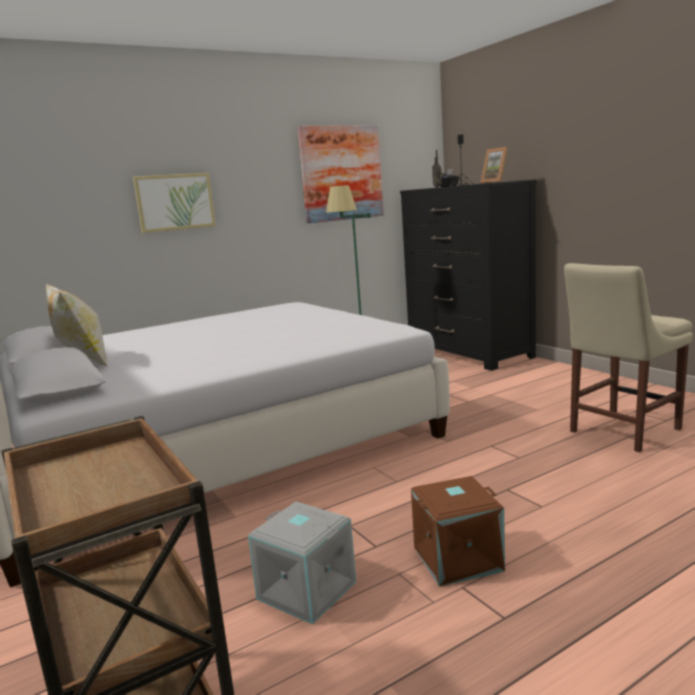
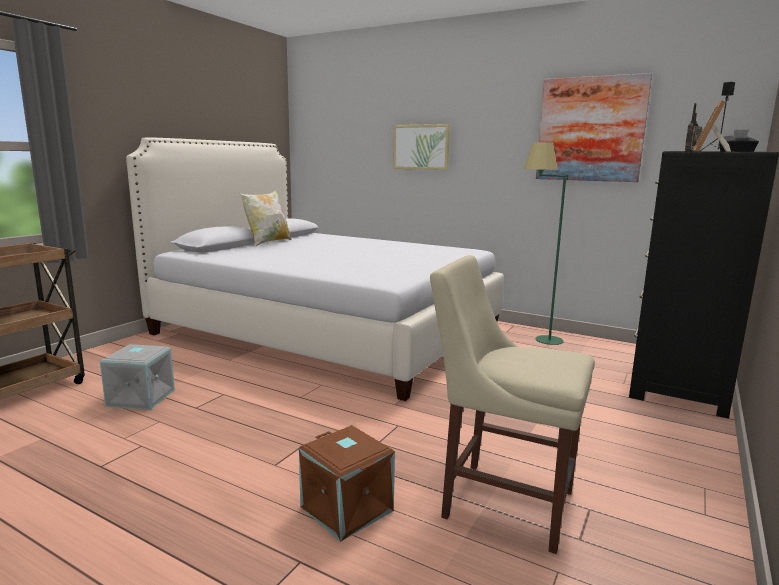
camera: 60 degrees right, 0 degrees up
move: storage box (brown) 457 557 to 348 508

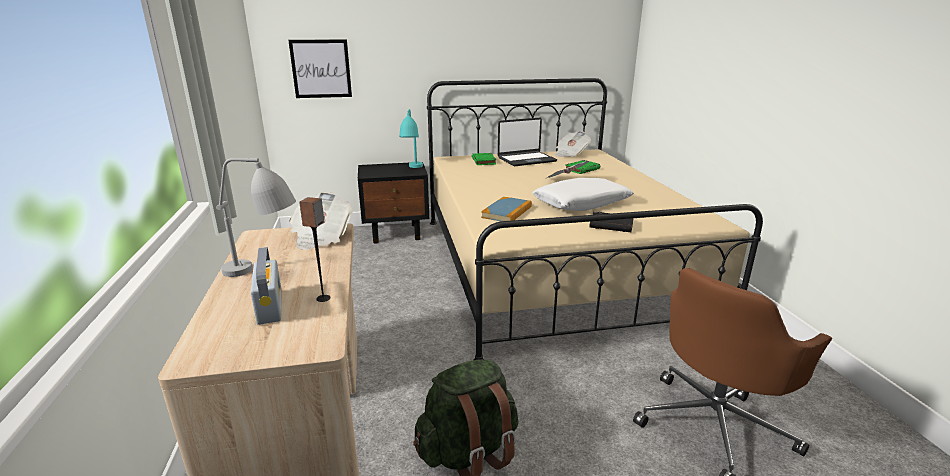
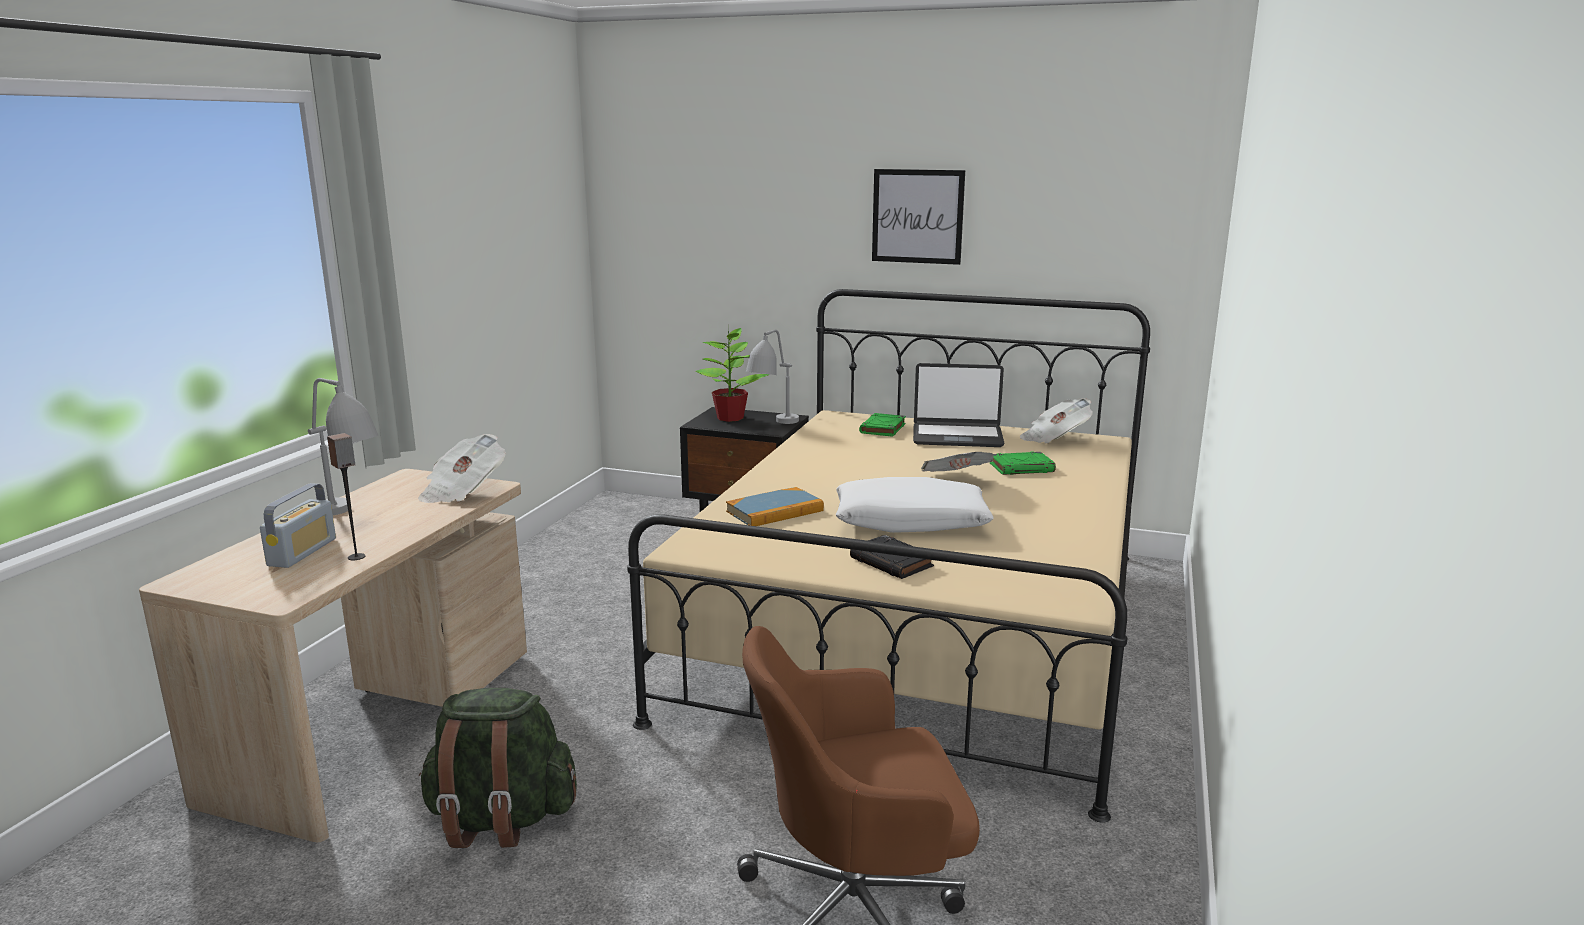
camera: 30 degrees right, 5 degrees down
insert: potted plant 730 417
move: picture 321 69 to 917 216
recolor: table lamp (turquoise) 413 170 to table lamp (grey) 772 426

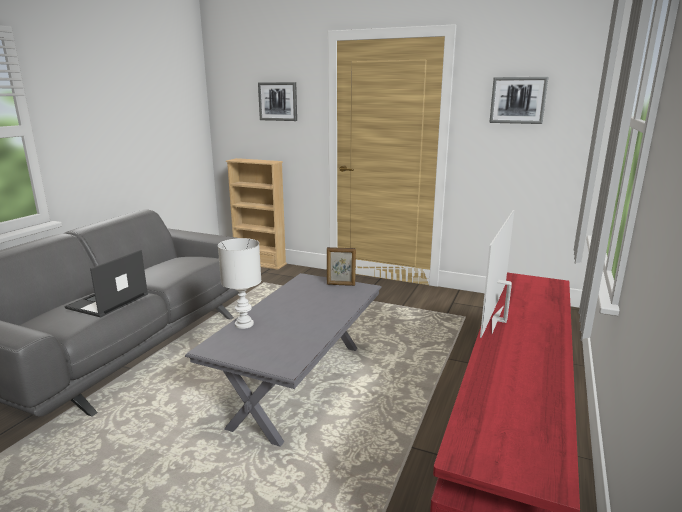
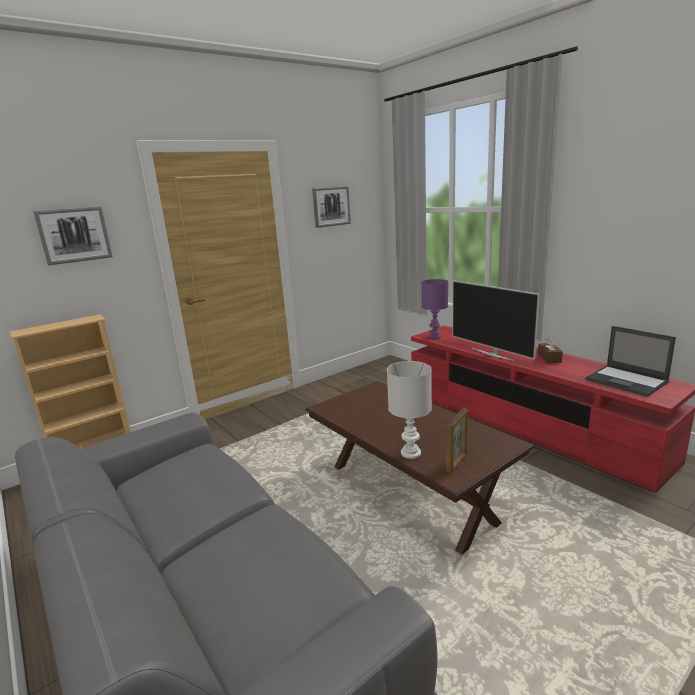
camera: 60 degrees left, 0 degrees up
insert: table lamp (purple) 434 336; tissue box (brown) 549 358
move: picture frame 341 284 to 457 463; laptop 107 301 to 627 381
recolor: coffee table (grey) 299 384 to coffee table (brown) 408 493

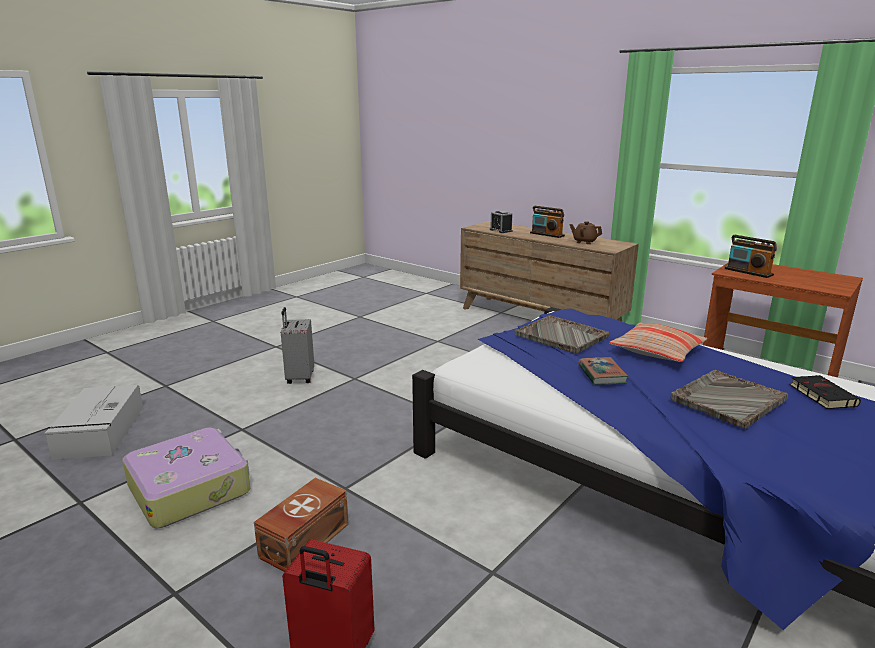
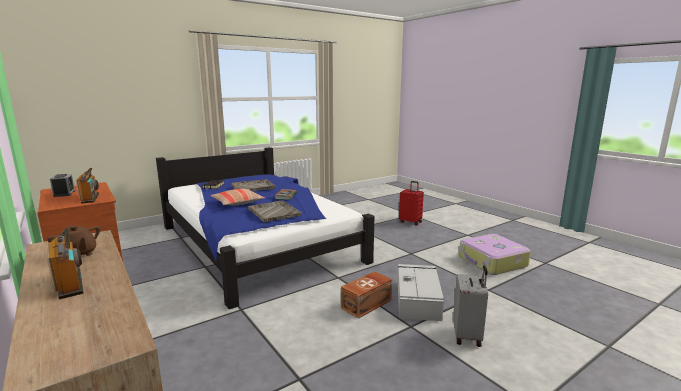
camera: 165 degrees left, 5 degrees down
move: alarm clock 501 230 to 64 194; storage box (grey) 100 432 to 417 299; storage box (brown) 303 540 to 367 304

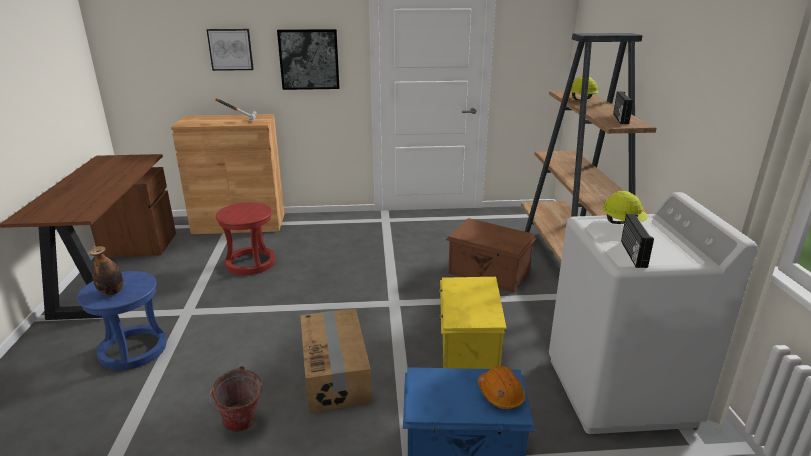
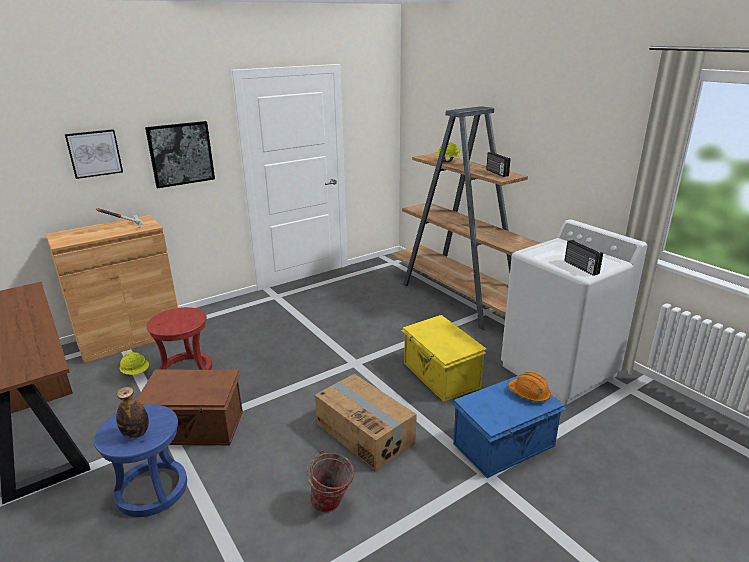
camera: 30 degrees left, 0 degrees up
move: hard hat (yellow) 622 224 to 136 373; storage box (brown) 489 274 to 196 428

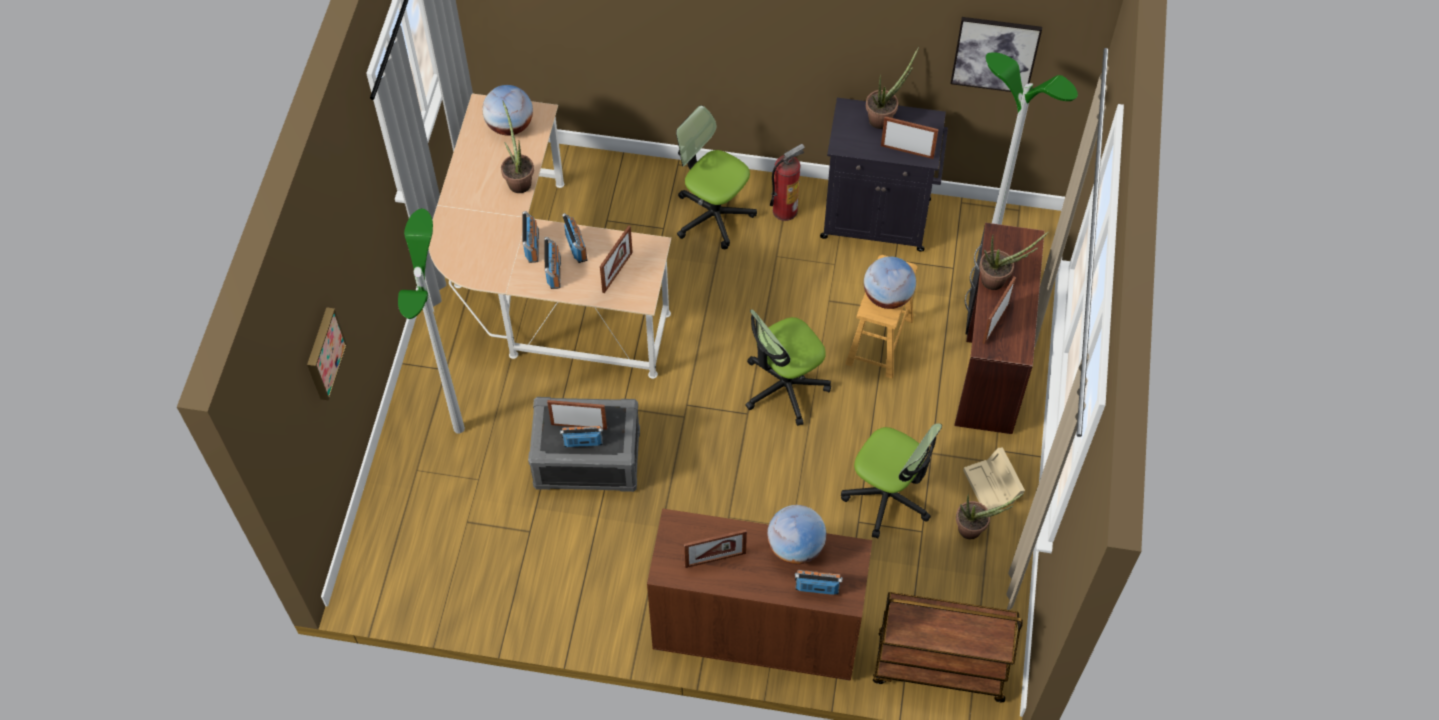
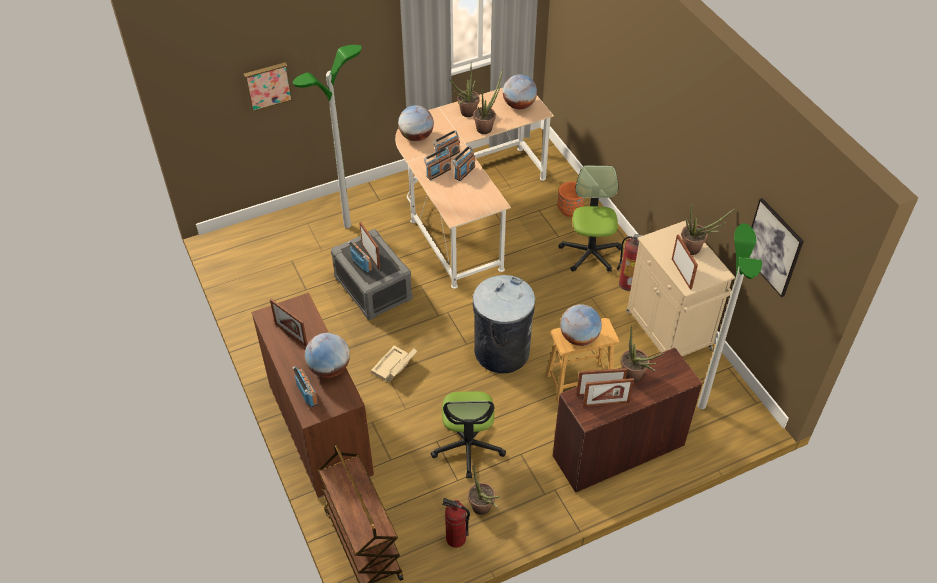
camera: 55 degrees right, 10 degrees down
insert: potted plant 465 114; globe 416 137; planter (orange) 570 210; fire extinguisher 455 539
move: picture frame 617 272 to 606 404; storage box (beige) 993 486 to 394 368
replace: office chair 784 387 to trash can (grey) 501 351
recolor: cabinet (black) 878 219 to cabinet (beige) 669 332

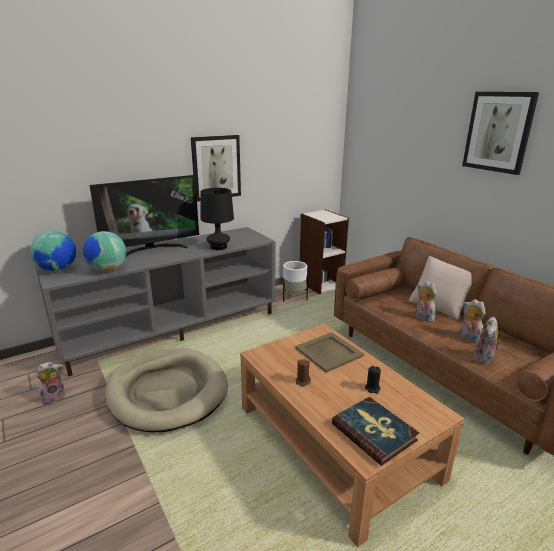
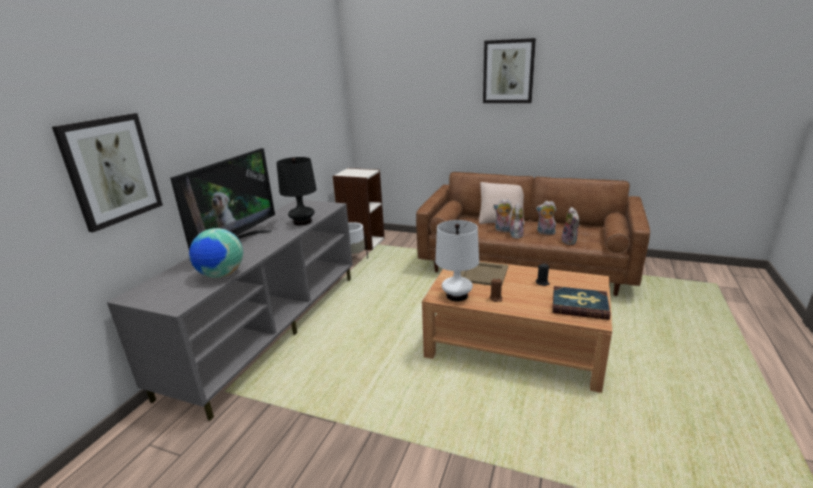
camera: 35 degrees left, 0 degrees up
delete: globe 58 269; dog bed (beige) 167 392
insert: table lamp (white) 457 295
move: picture 216 167 to 111 170; plush toy 54 397 to 515 235

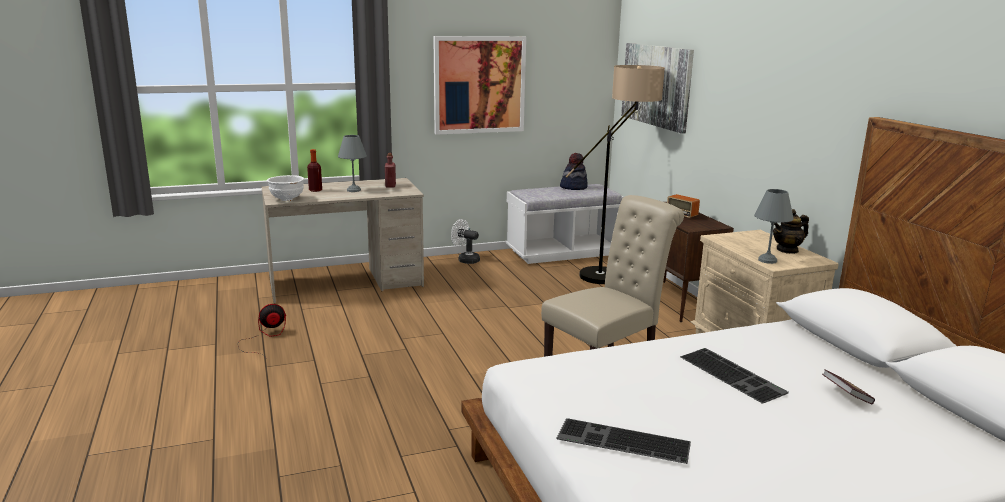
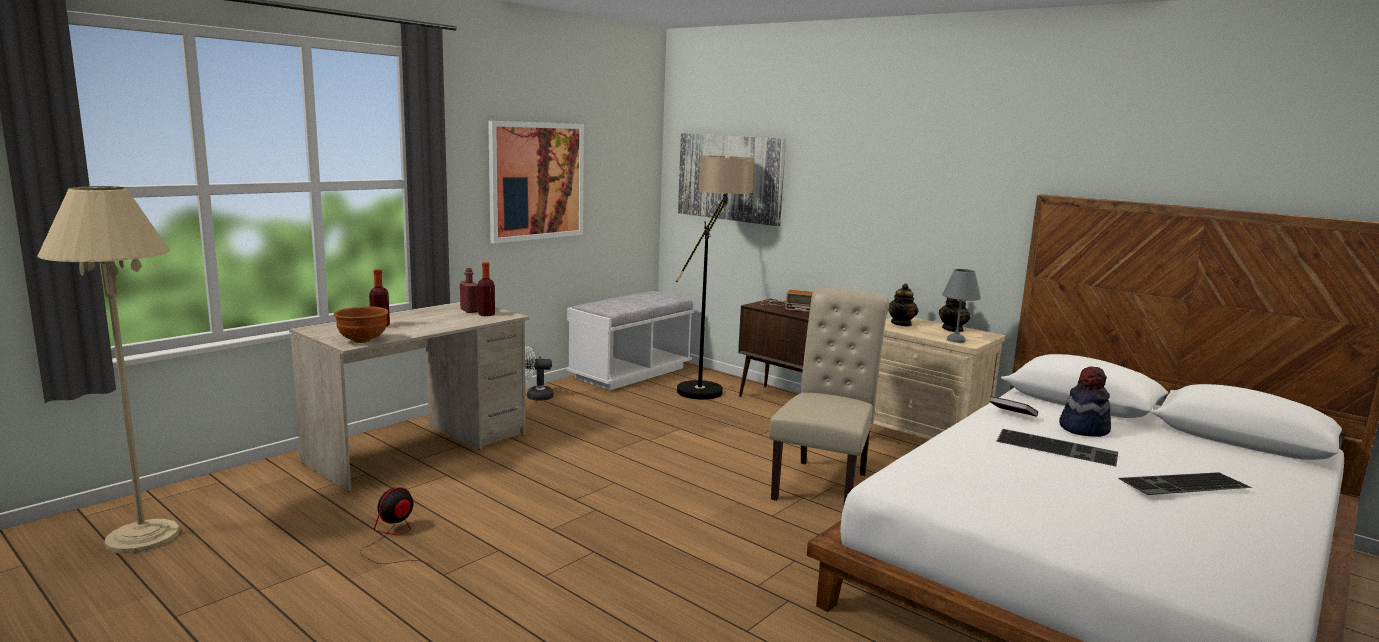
camera: 30 degrees left, 5 degrees down
delete: table lamp (grey) 353 190
insert: floor lamp (beige) 142 537; bottle 486 314; teapot 901 324
move: hat 573 187 to 1083 429; book 846 396 to 1012 415; keyboard 621 442 to 1185 485
recolor: bowl (white) 287 199 to bowl (brown) 362 340

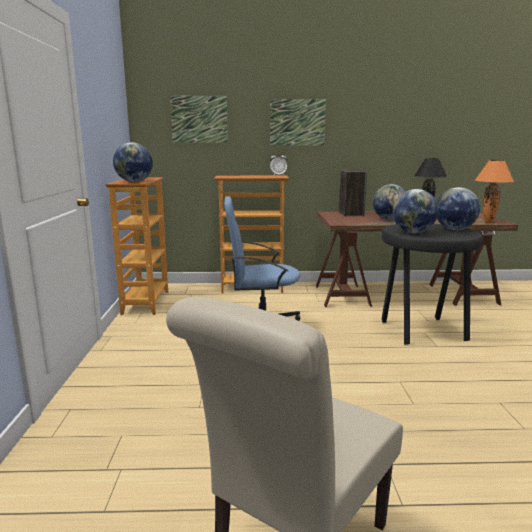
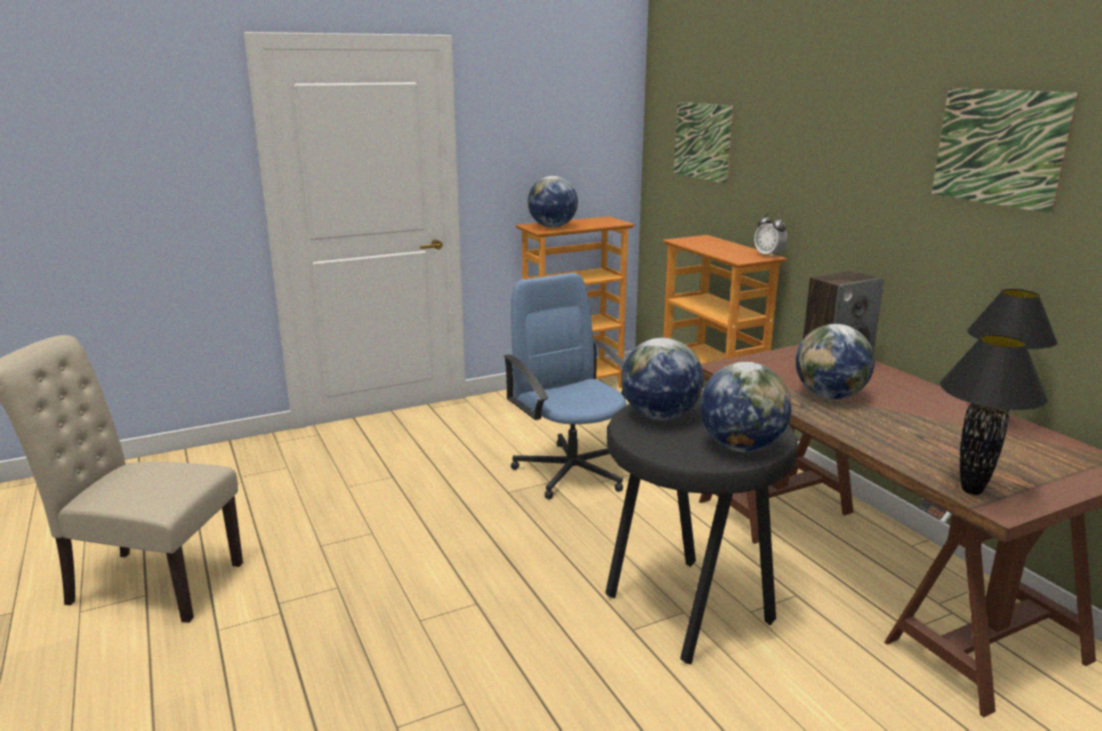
camera: 65 degrees right, 5 degrees up
move: picture 297 122 to 999 147
recolor: table lamp (orange) 488 222 to table lamp (black) 970 491

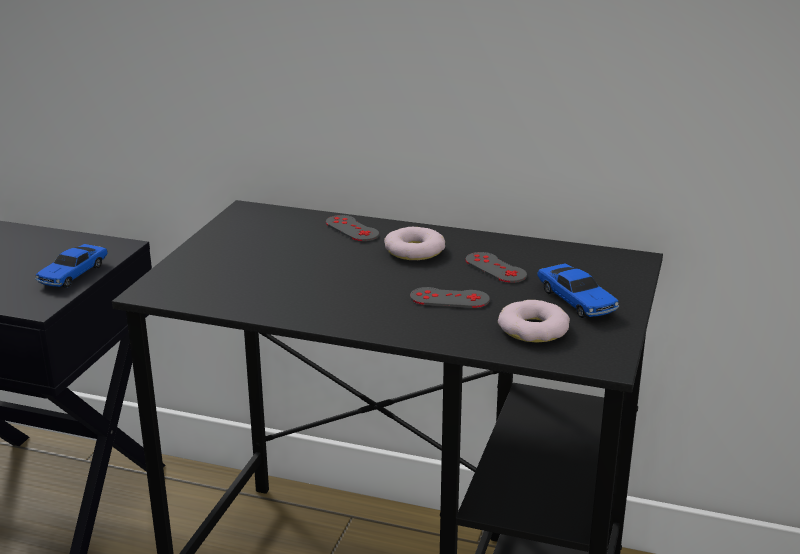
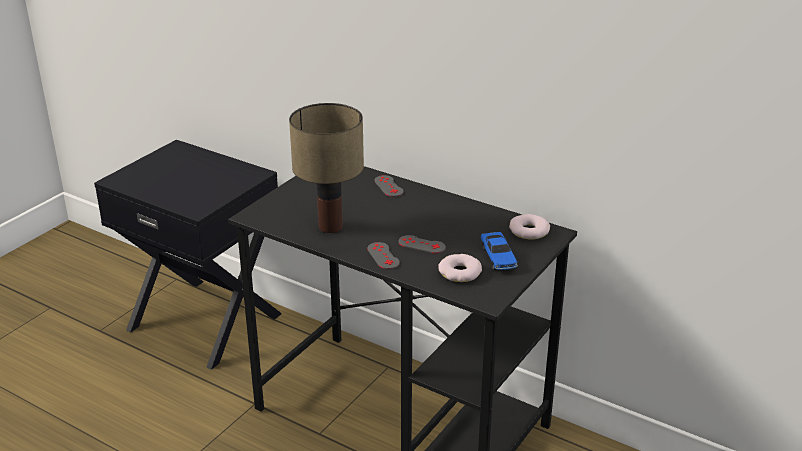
camera: 15 degrees right, 5 degrees up
delete: toy car 73 274
insert: table lamp 329 226
move: donut 414 250 to 528 231; game controller (grey) 495 268 to 383 256

